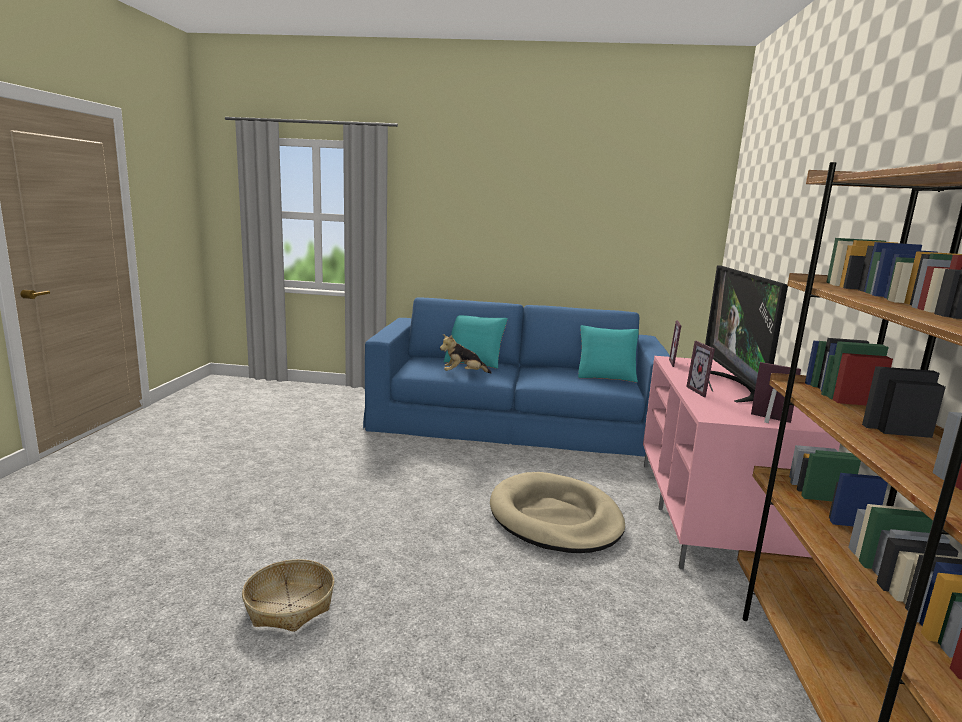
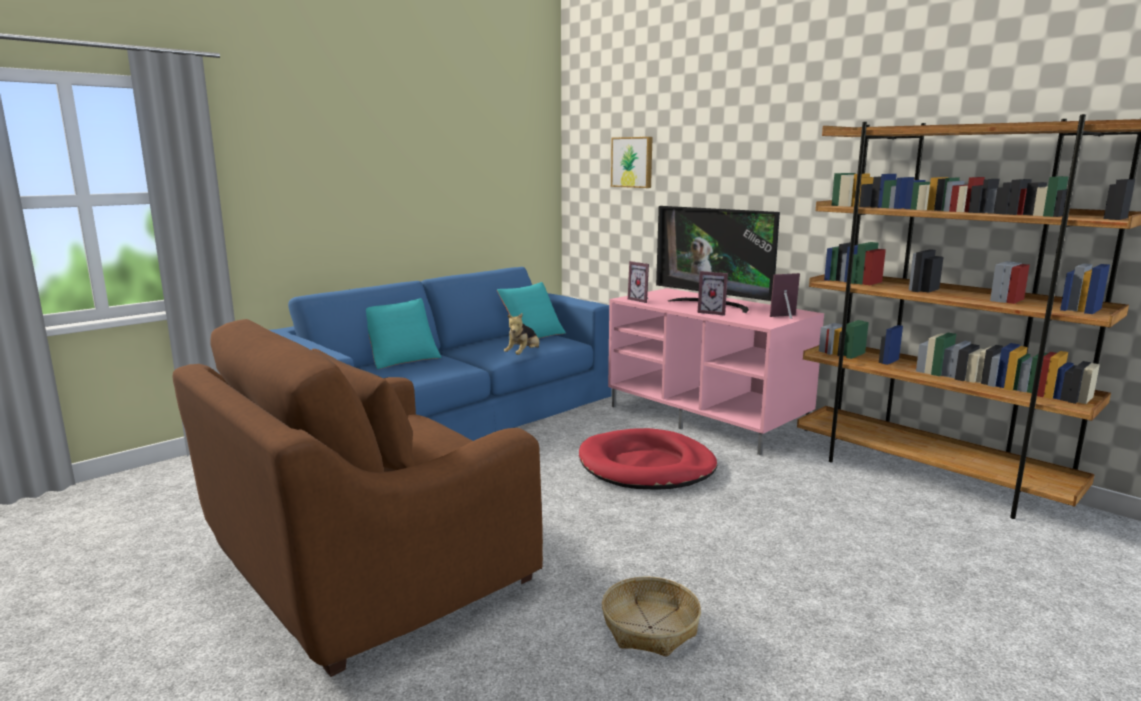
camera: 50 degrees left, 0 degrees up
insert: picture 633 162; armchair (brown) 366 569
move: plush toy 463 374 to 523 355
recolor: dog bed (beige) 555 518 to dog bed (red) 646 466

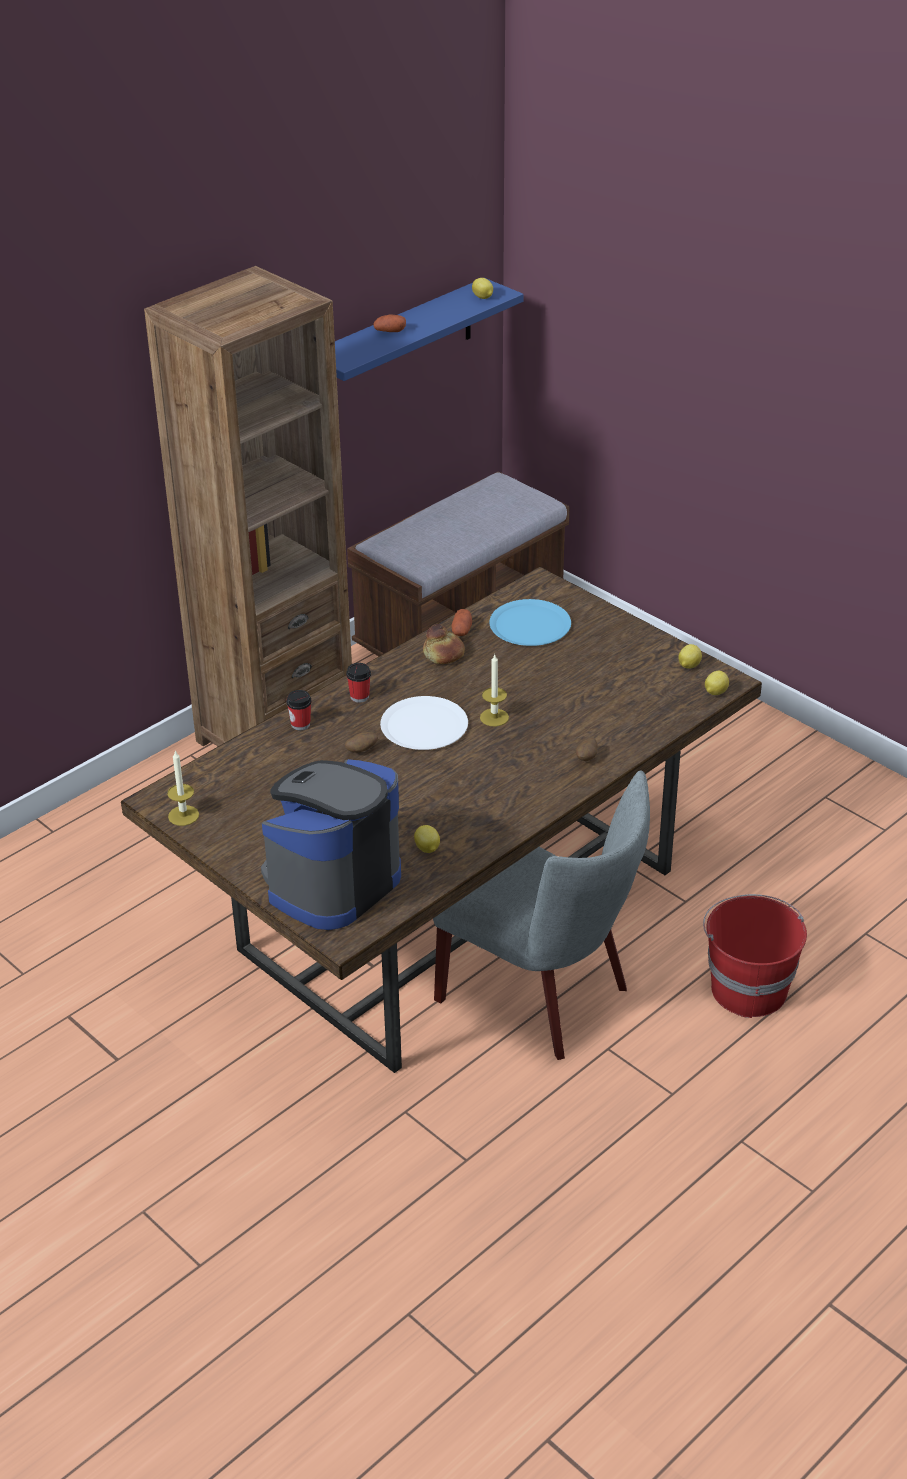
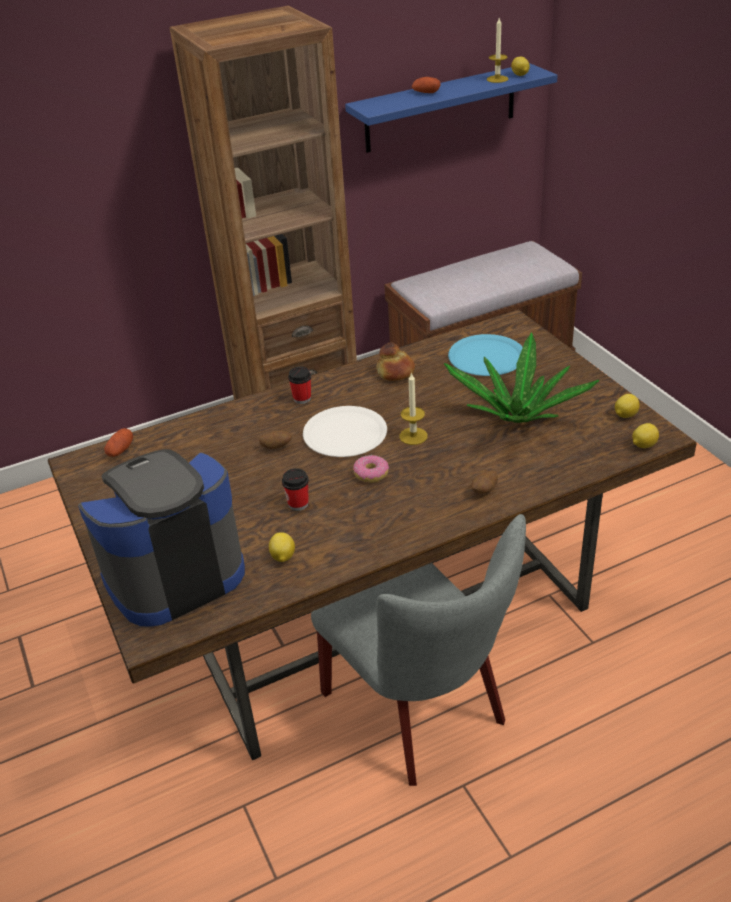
camera: 20 degrees right, 0 degrees up
delete: bucket (red) 748 988
insert: potted plant 517 417; donut 371 474
move: potato 462 630 to 120 450; cup 300 724 to 298 504; candle 183 815 to 497 79

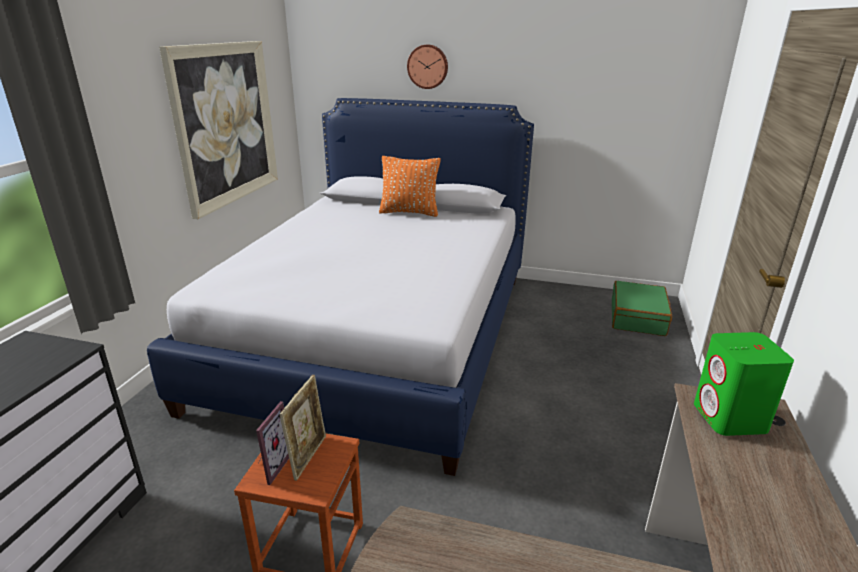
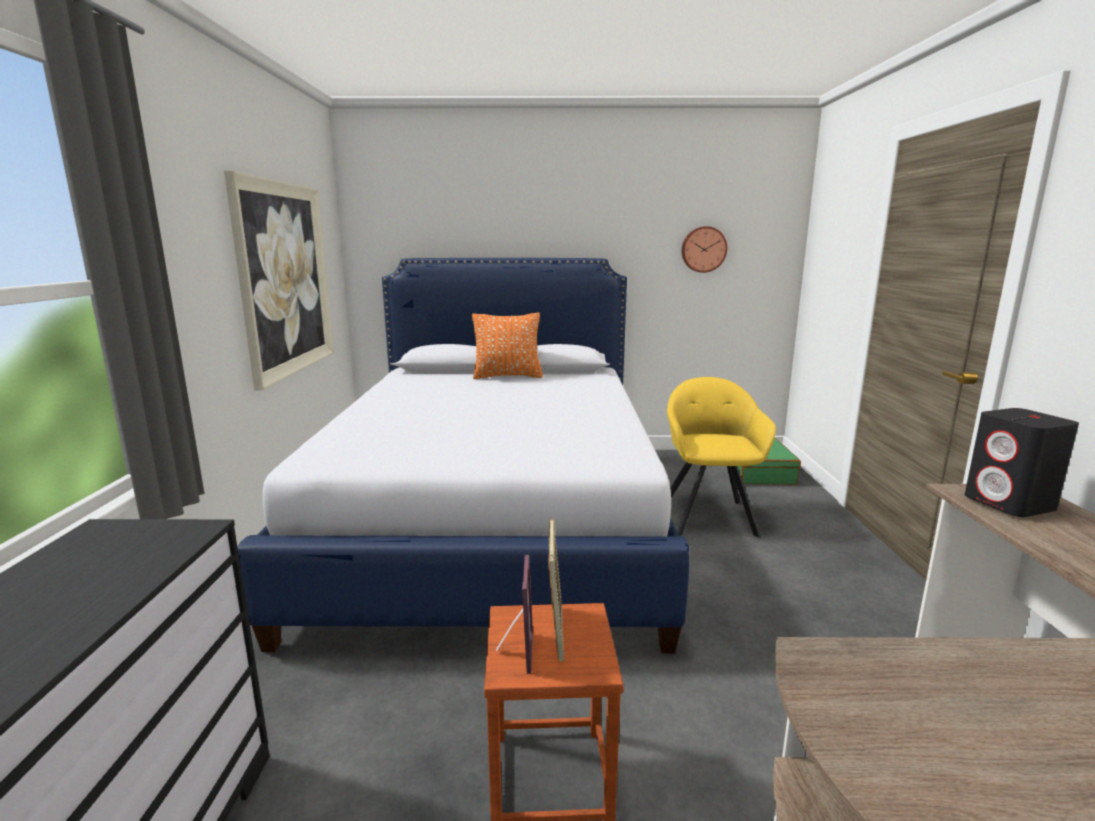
camera: 15 degrees left, 10 degrees down
insert: armchair (yellow) 708 515
move: wall clock 428 66 to 703 249
recolor: speaker (green) 730 418 to speaker (black) 1010 503

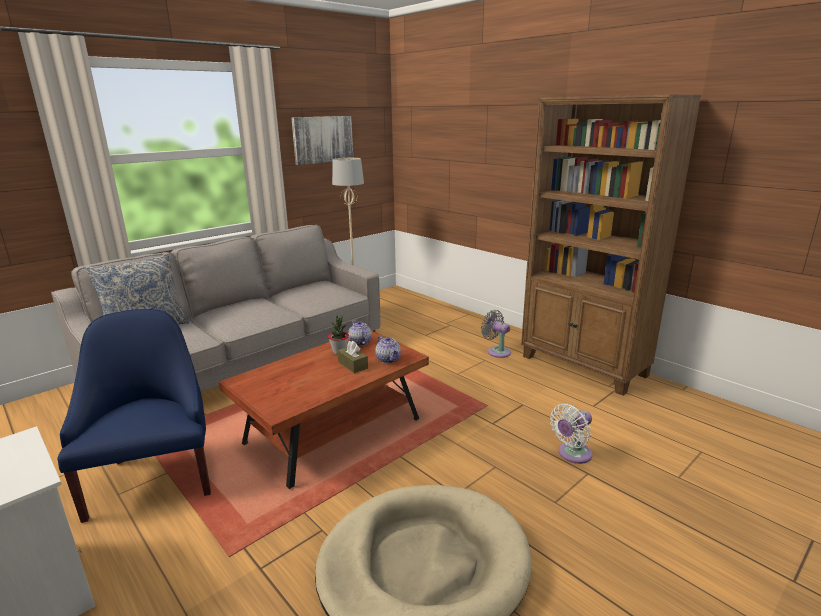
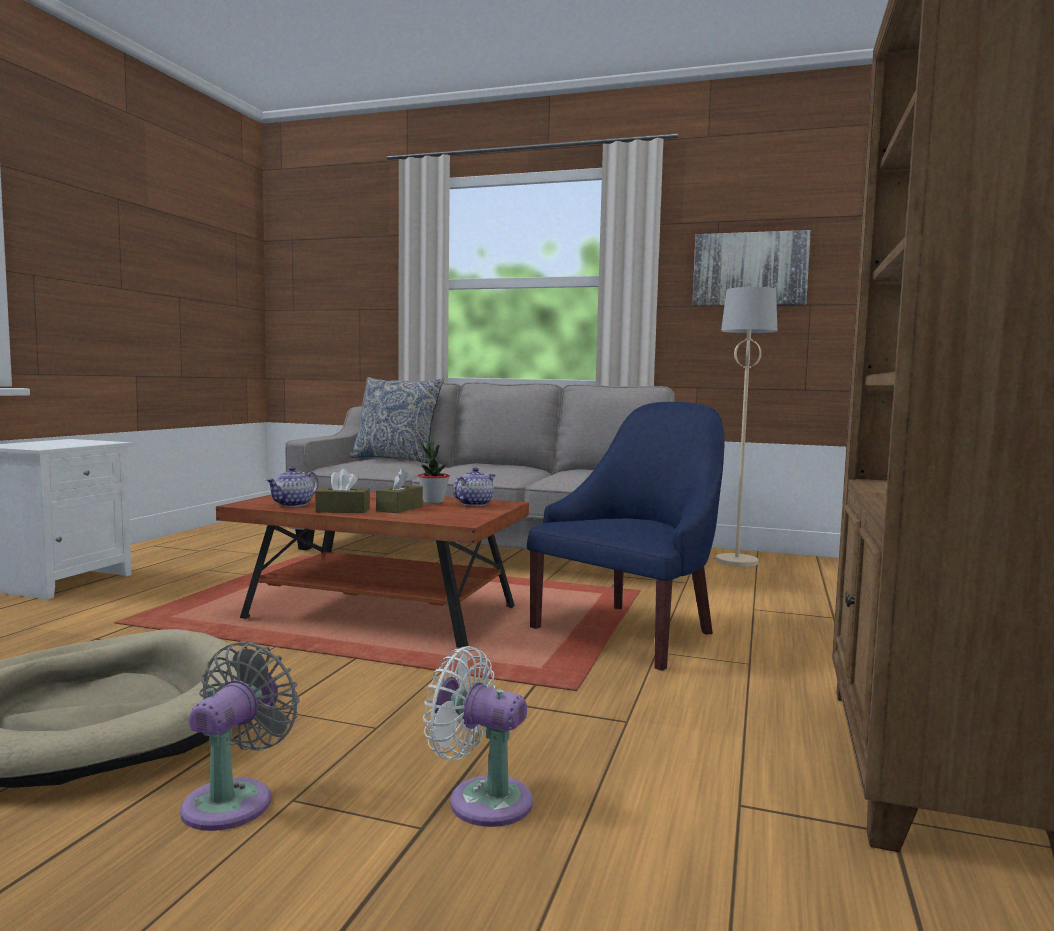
camera: 60 degrees right, 15 degrees down
insert: tissue box (brown) 342 510
move: armchair (blue) 154 477 to 631 632; fan (grey) 497 351 to 234 800; teapot 388 359 to 293 504

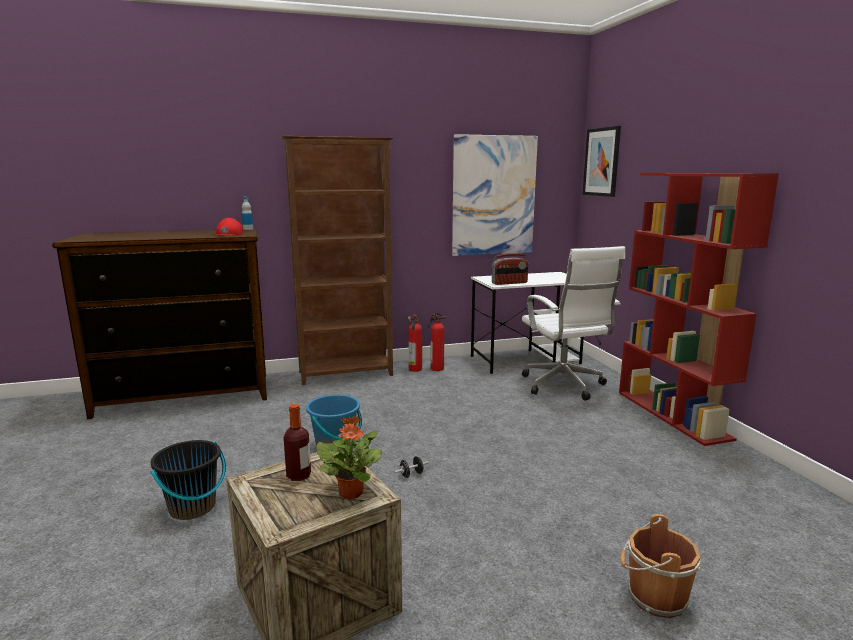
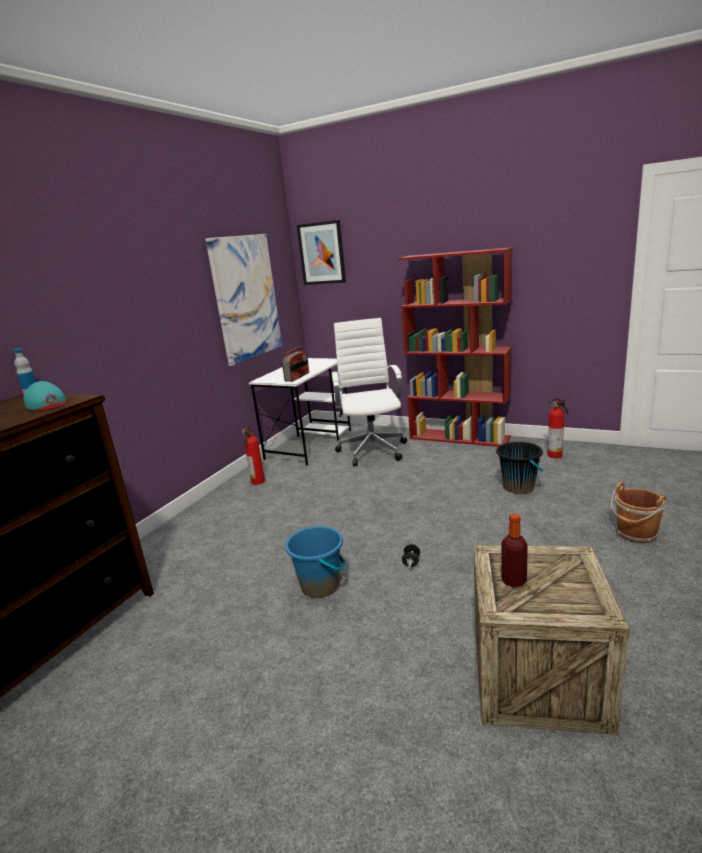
camera: 45 degrees left, 5 degrees up
delete: bookcase (brown) 346 374; potted plant 351 492
move: fire extinguisher 415 369 to 555 455; bucket (black) 193 507 to 519 487
recolor: cap (red) 228 234 to cap (turquoise) 47 404
rotate: office chair (white) 564 386 = 372 450 120 degrees counterclockwise

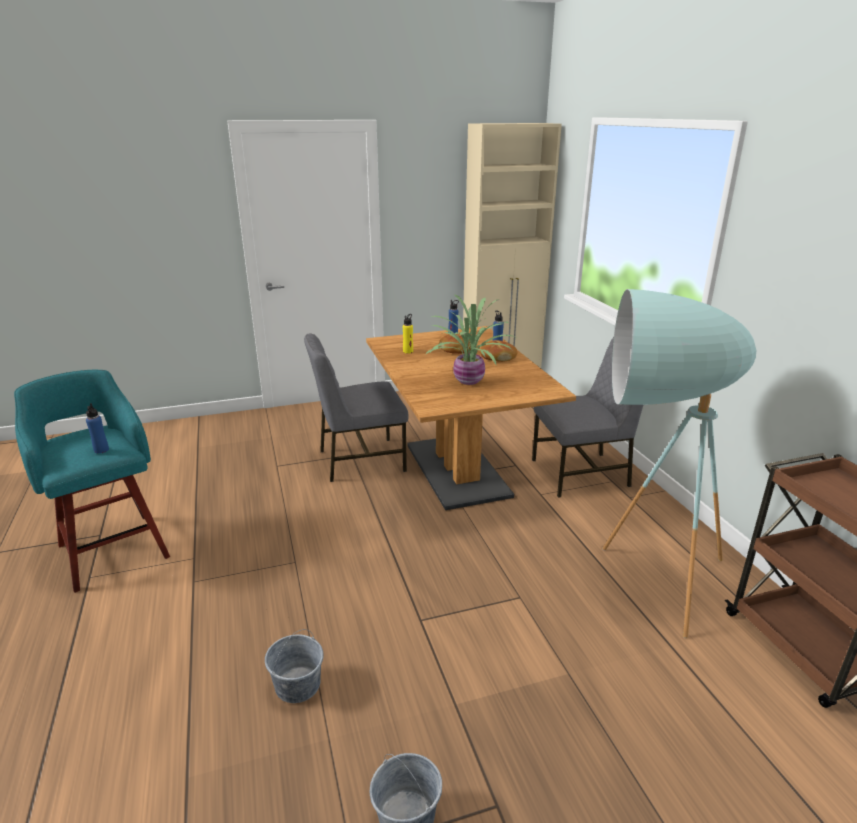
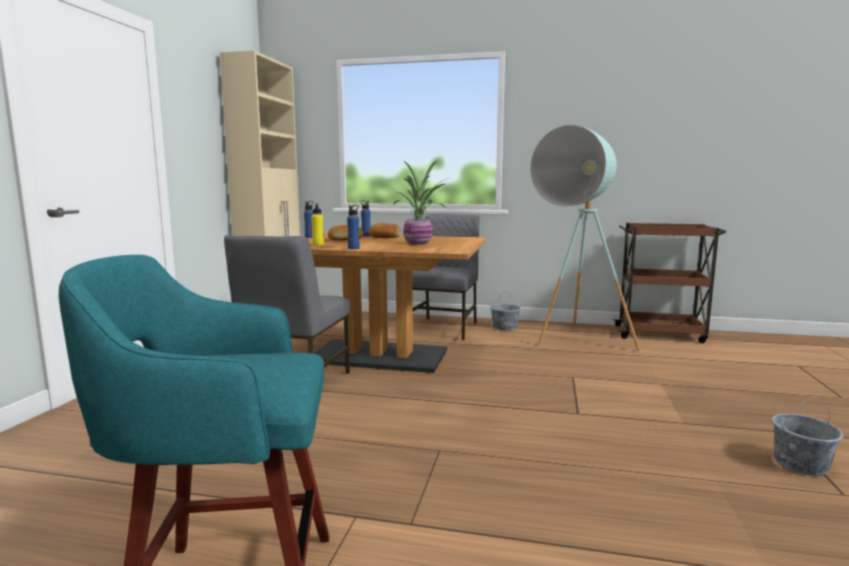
camera: 60 degrees left, 15 degrees down
move: bottle (blue) 101 450 to 353 248; bucket (grey) 298 685 to 504 327

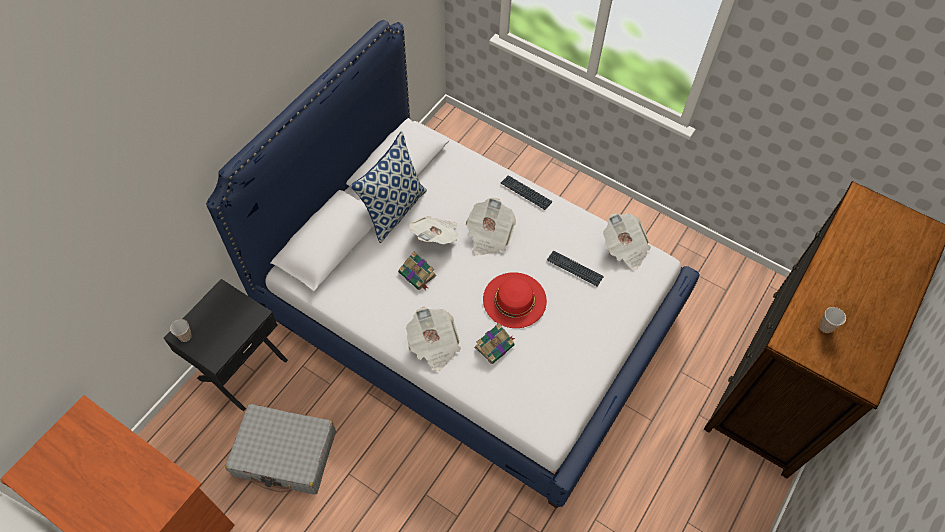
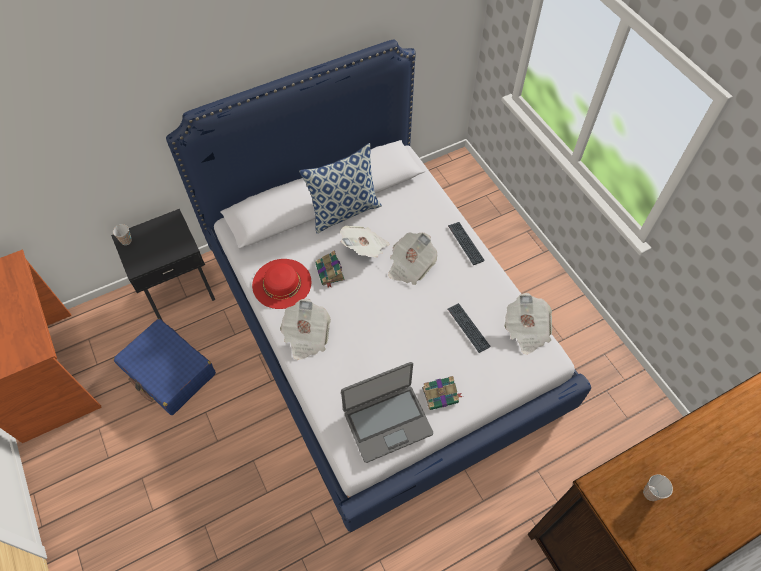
camera: 30 degrees right, 0 degrees up
insert: laptop 387 422
move: hat (red) 514 300 to 281 283; book 495 346 to 441 395
recolor: suitcase (grey) 285 454 to suitcase (blue) 169 372

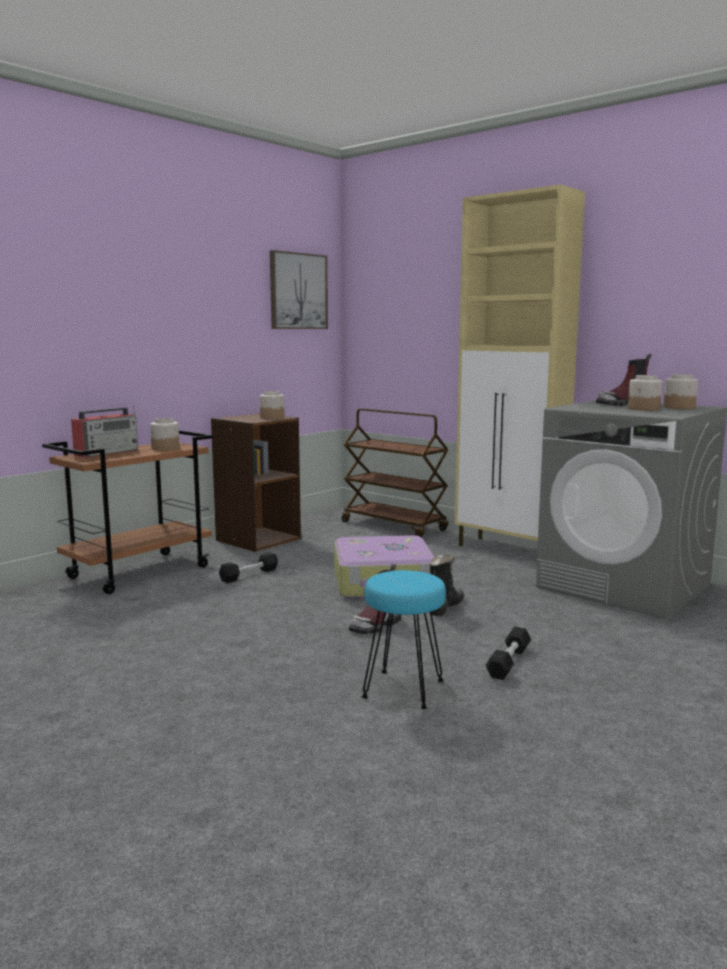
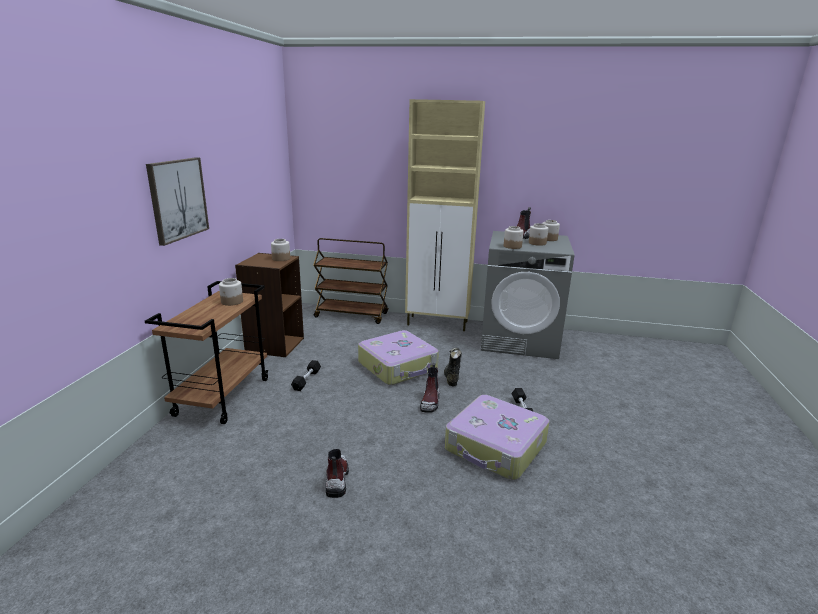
camera: 30 degrees left, 10 degrees up
delete: radio 108 452
insert: jar 512 246; boot 336 479
move: picture 298 291 to 178 199
replace: stool (turquoise) 404 690 to suitcase 495 447

